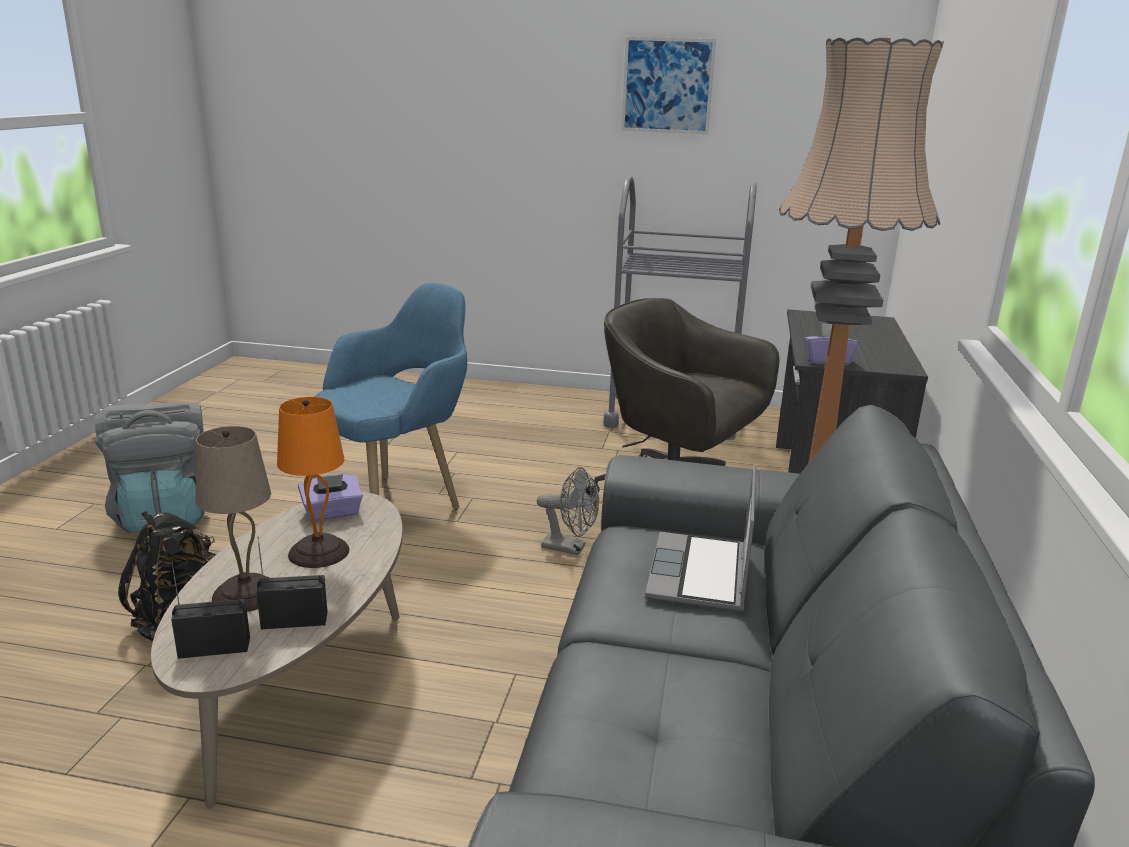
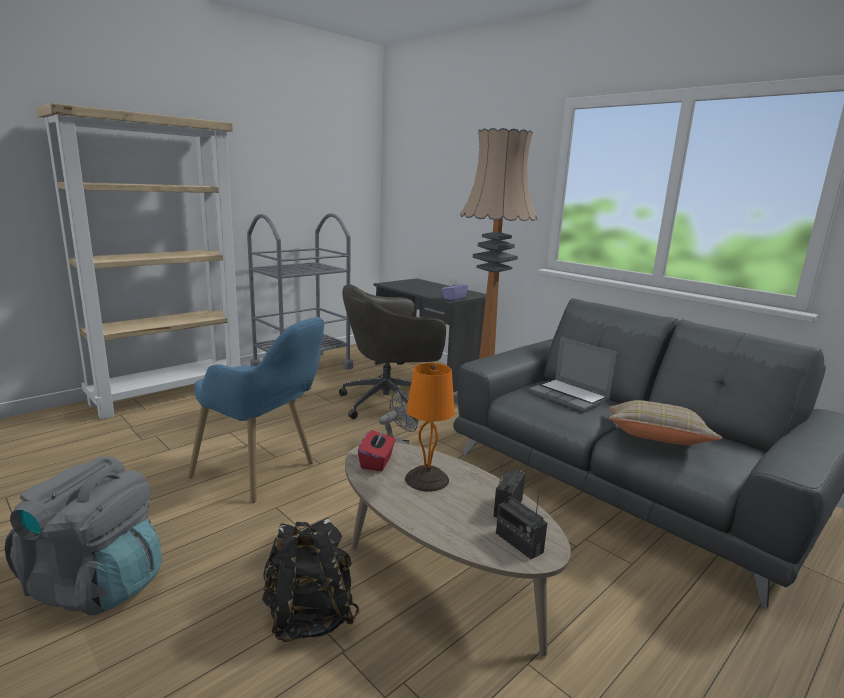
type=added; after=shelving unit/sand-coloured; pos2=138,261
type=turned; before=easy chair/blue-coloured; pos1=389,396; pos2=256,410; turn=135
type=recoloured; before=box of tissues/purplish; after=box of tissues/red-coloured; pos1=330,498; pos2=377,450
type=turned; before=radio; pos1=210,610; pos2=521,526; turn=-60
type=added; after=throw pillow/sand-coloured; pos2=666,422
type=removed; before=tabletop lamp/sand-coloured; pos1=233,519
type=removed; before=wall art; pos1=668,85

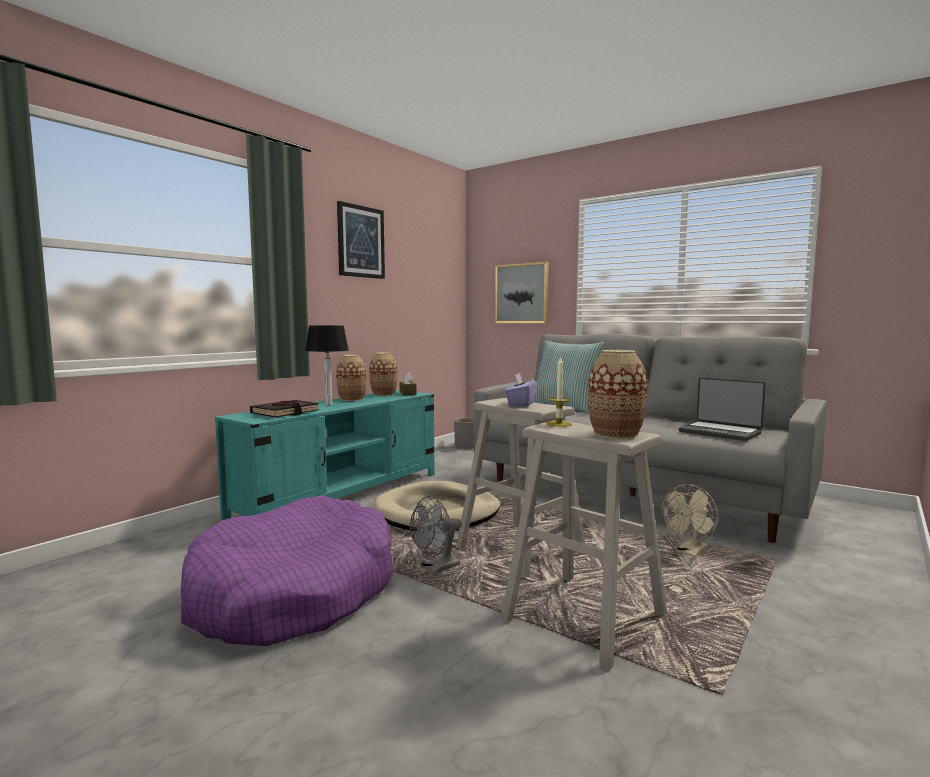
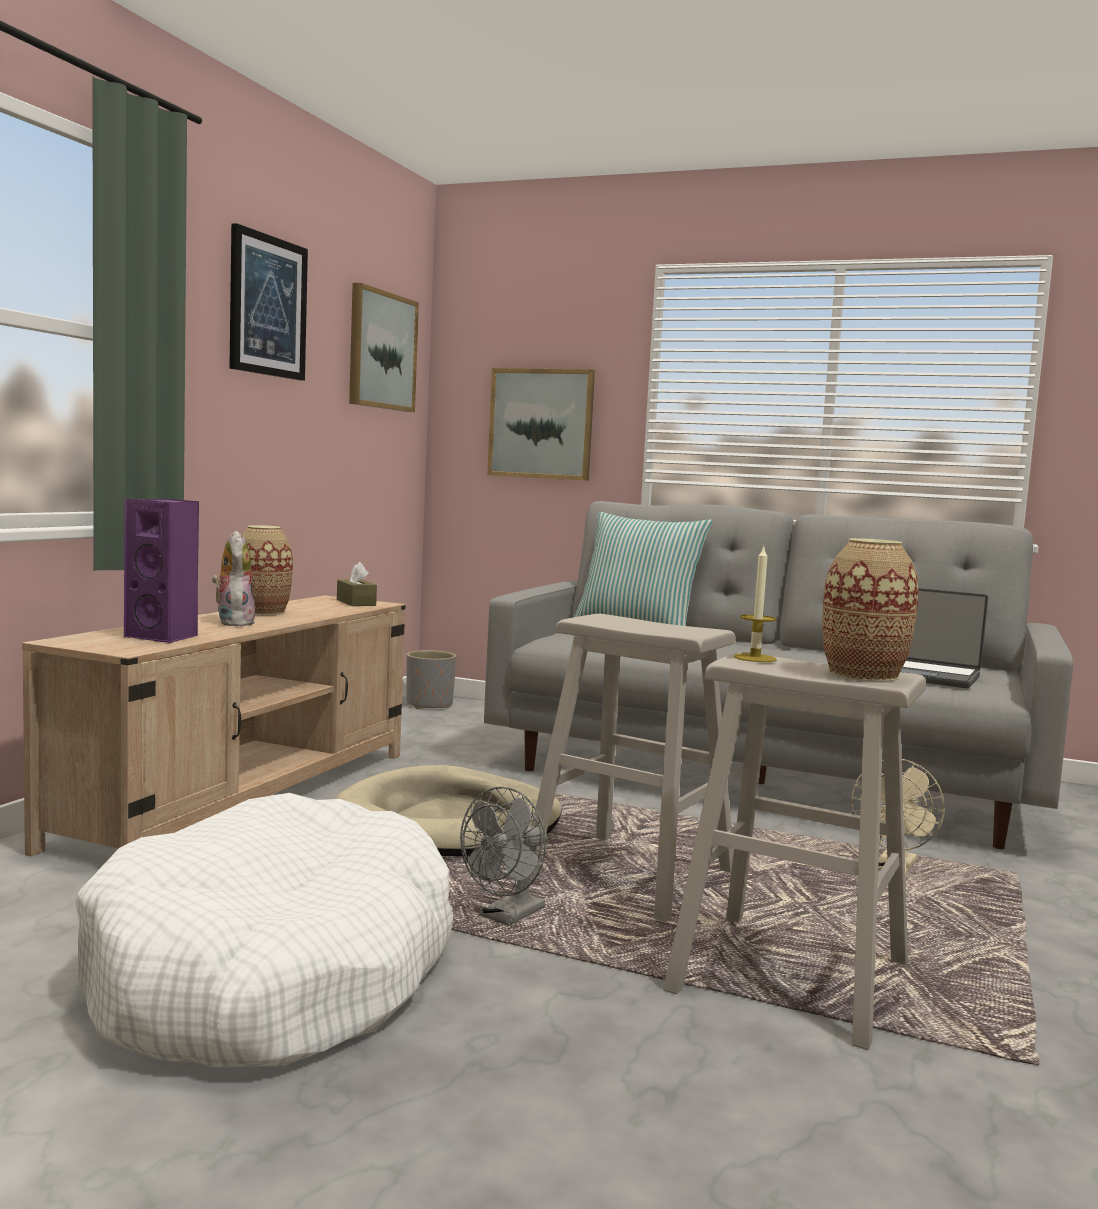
type=recoloured; before=media console/blue-green; after=media console/sand-coloured; pos1=324,455; pos2=214,725
type=recoloured; before=dog cushion/purplish; after=dog cushion/whitish; pos1=287,571; pos2=265,930
type=replaced; before=bound book/blackish; after=speaker/purplish; pos1=284,409; pos2=161,571
type=replaced; before=tabletop lamp; after=soft toy; pos1=327,365; pos2=233,578
type=added; after=wall art; pos2=384,347
type=removed; before=decorative vase; pos1=383,374
type=removed; before=box of tissues/purplish; pos1=521,390

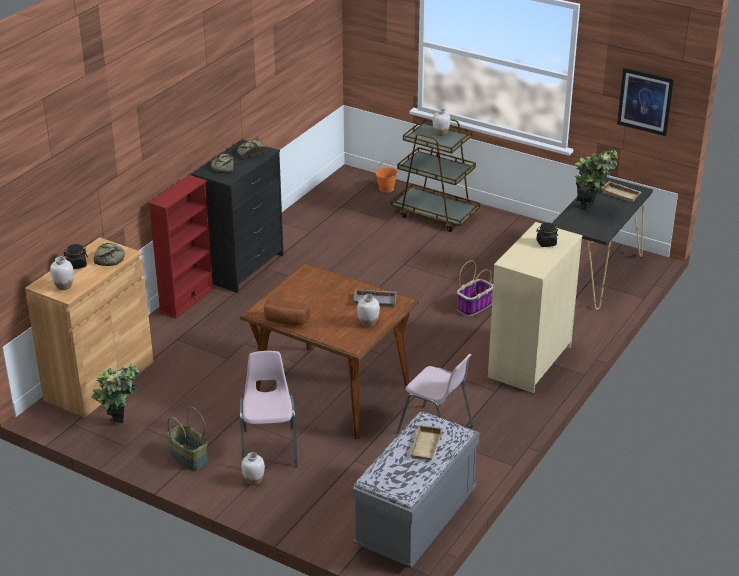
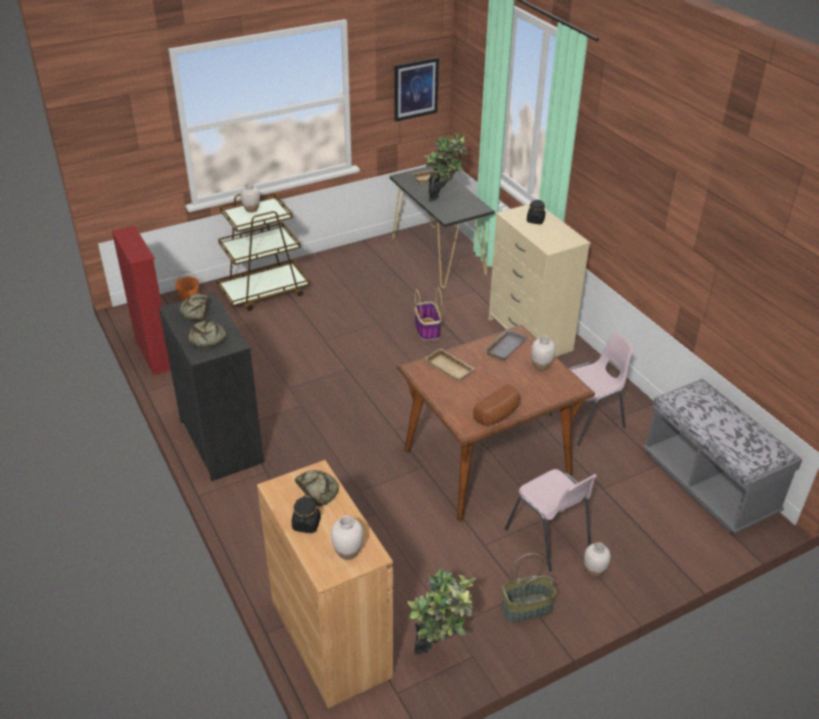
type=moved; before=shelving unit/red-coloured; pos1=181,247; pos2=141,300
type=moved; before=serving tray/sand-coloured; pos1=426,442; pos2=450,365
type=turned; before=upright chair/pink-coloured; pos1=269,409; pos2=551,520; turn=-150

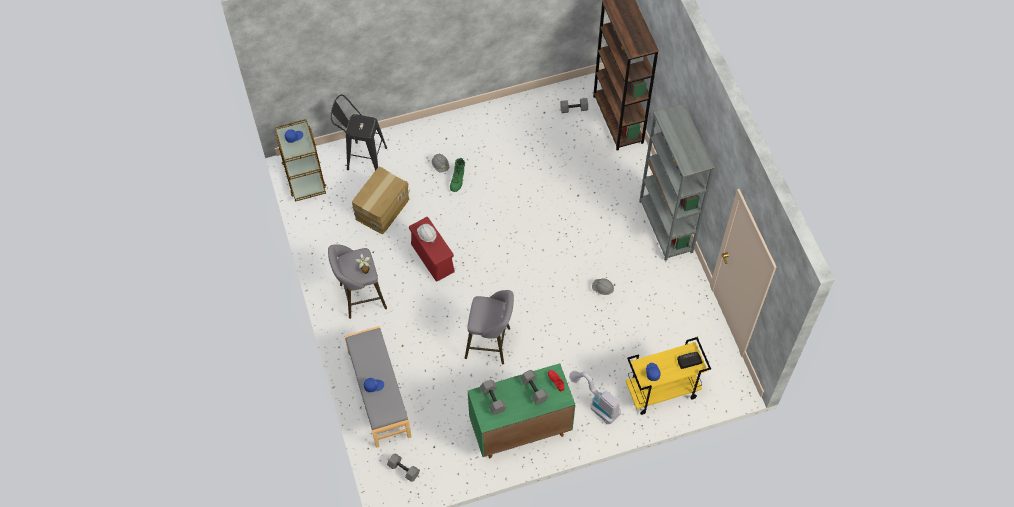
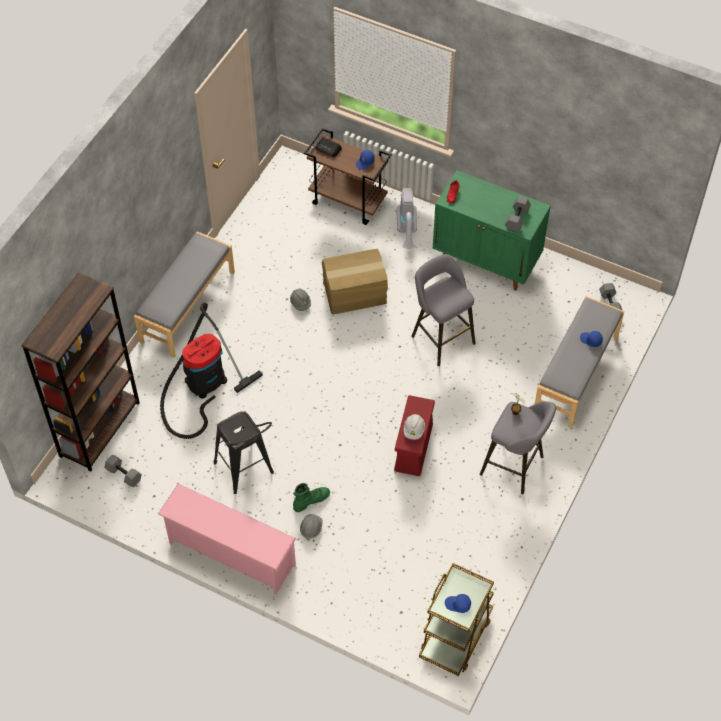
type=replaced; before=shelving unit/gray; after=long seat/gray; pos1=677,182; pos2=184,294
type=added; after=shoe shelf/pink-coloured; pos2=227,539
type=added; after=vacuum; pos2=211,371
type=moved; before=stool seat/blackish; pos1=358,133; pos2=244,452
type=recoloured; before=trolley/yellow; after=trolley/brown-coloured; pos1=668,376; pos2=347,176
type=moved; before=packing box; pos1=380,200; pos2=355,281
type=removed; before=free weight/gray; pos1=534,387

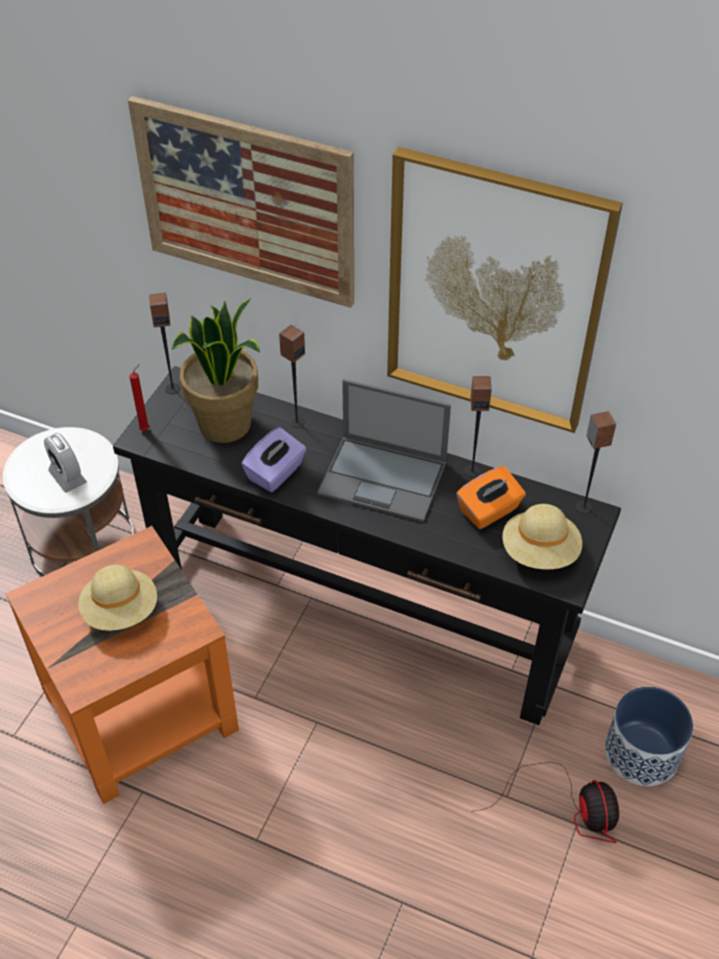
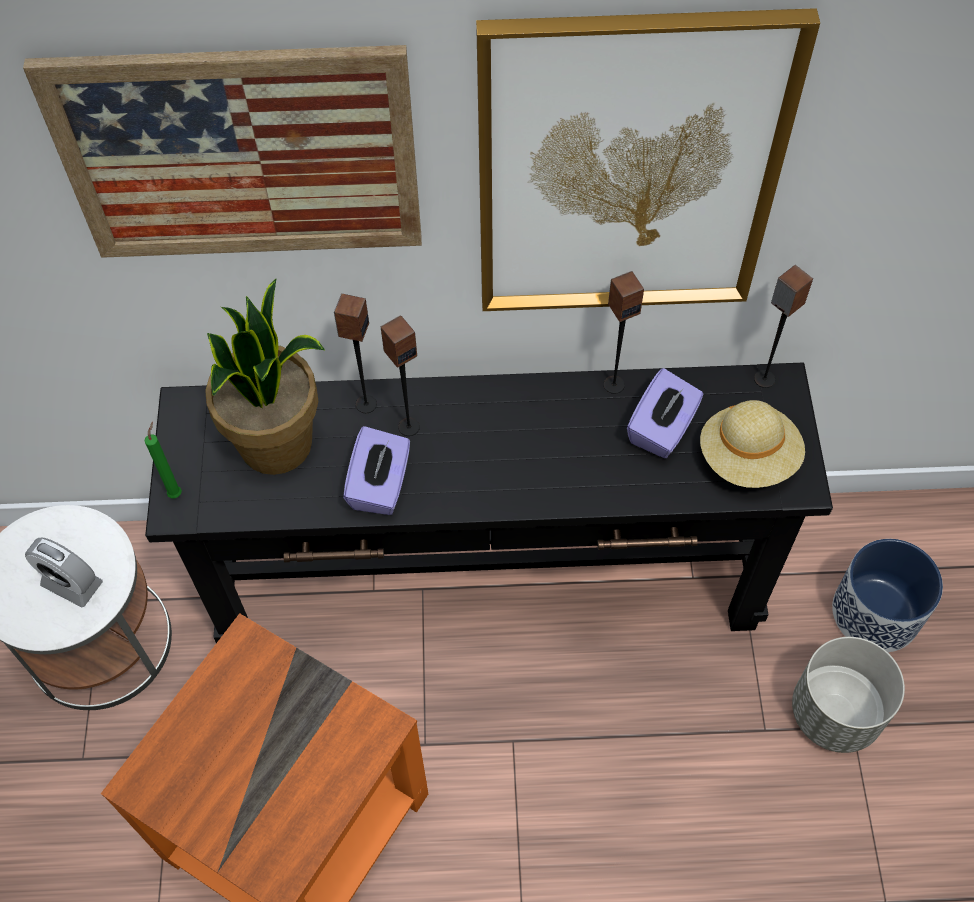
type=recoloured; before=wax candle/red-coloured; after=wax candle/green-coloured; pos1=139,397; pos2=163,460
type=moved; before=speaker; pos1=164,343; pos2=400,375
type=recoloured; before=box of tissues/orange; after=box of tissues/purplish; pos1=491,497; pos2=665,413
type=replaced; before=cooling fan; after=planter/gray; pos1=545,802; pos2=848,695
type=removed; before=wearable hat/sand-coloured; pos1=117,598
type=removed; before=notebook computer; pos1=384,450

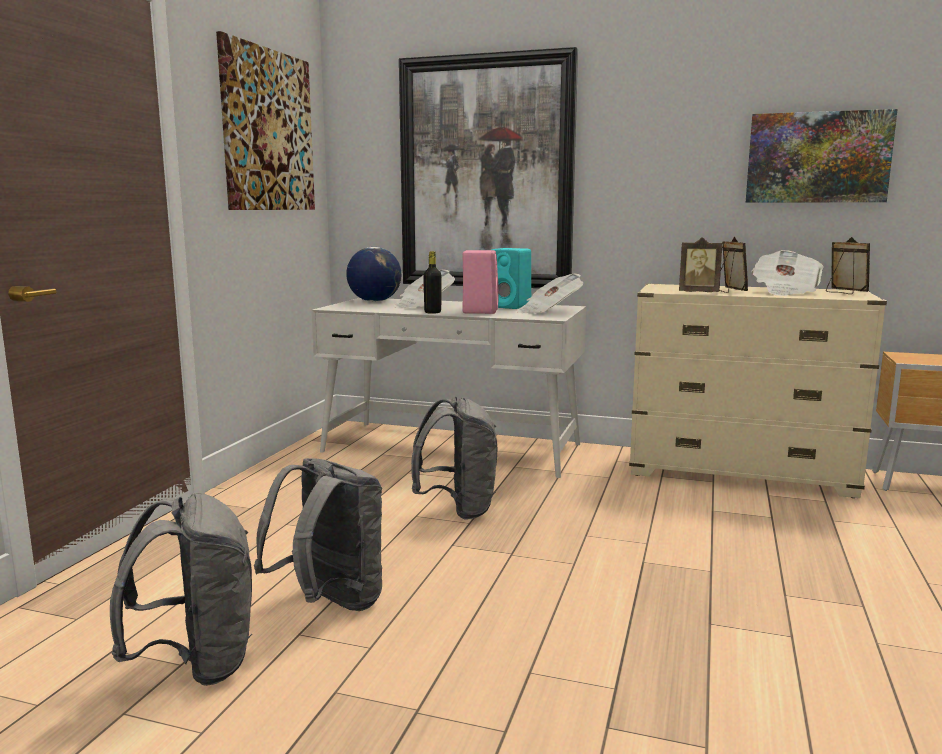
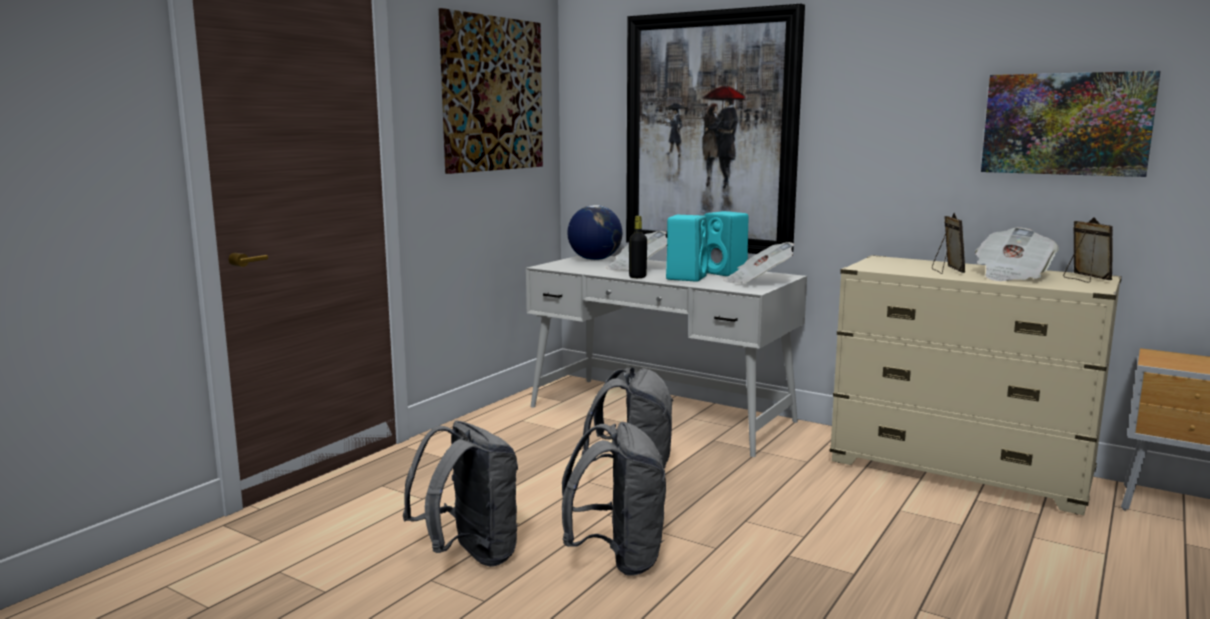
type=moved; before=rucksack/gray; pos1=181,589; pos2=614,499
type=recoloured; before=speaker/pink-coloured; after=speaker/blue-green; pos1=480,282; pos2=687,248
type=removed; before=photo frame; pos1=700,264

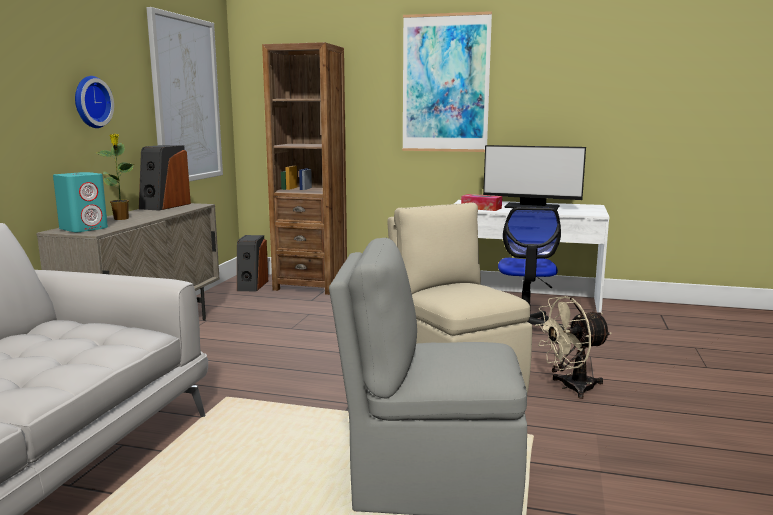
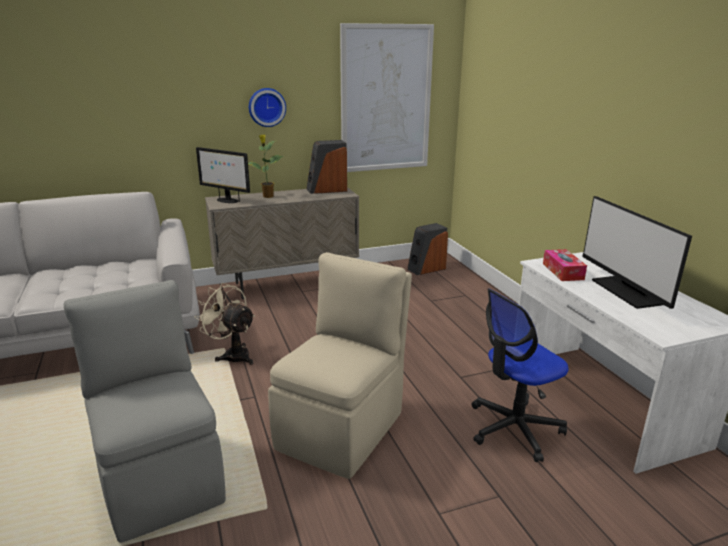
type=moved; before=cooling fan/sand-coloured; pos1=573,347; pos2=224,324
type=replaced; before=speaker/blue-green; after=computer screen; pos1=80,202; pos2=223,175
type=removed; before=shelving unit/brown-coloured; pos1=304,168
type=removed; before=wall art; pos1=447,81

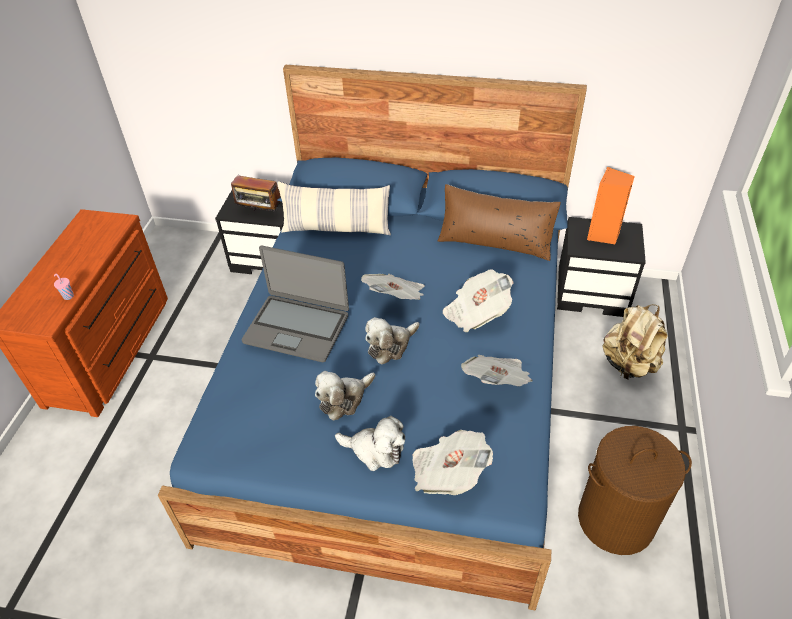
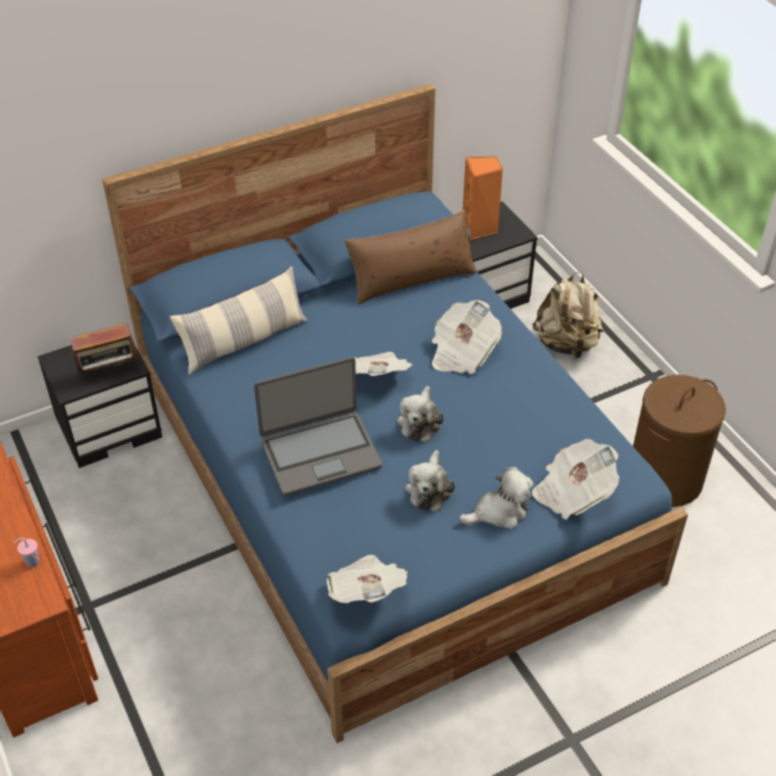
type=moved; before=newspaper; pos1=496,370; pos2=367,579

